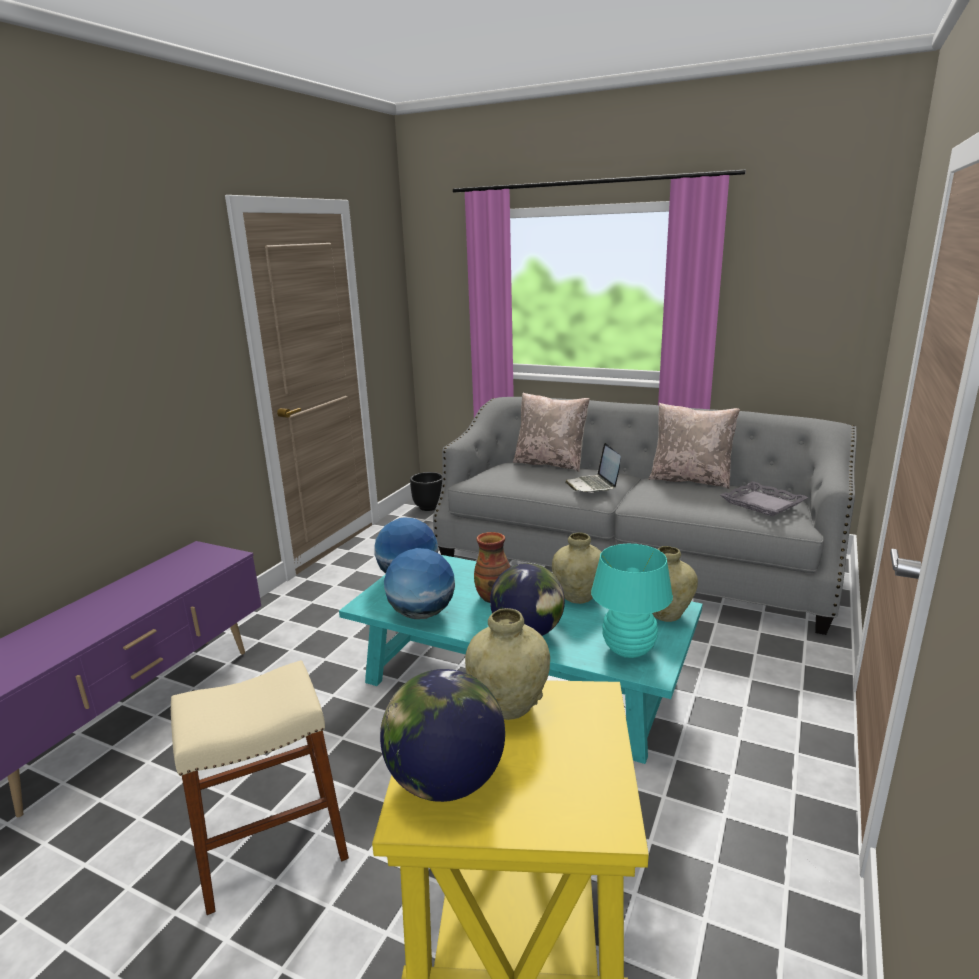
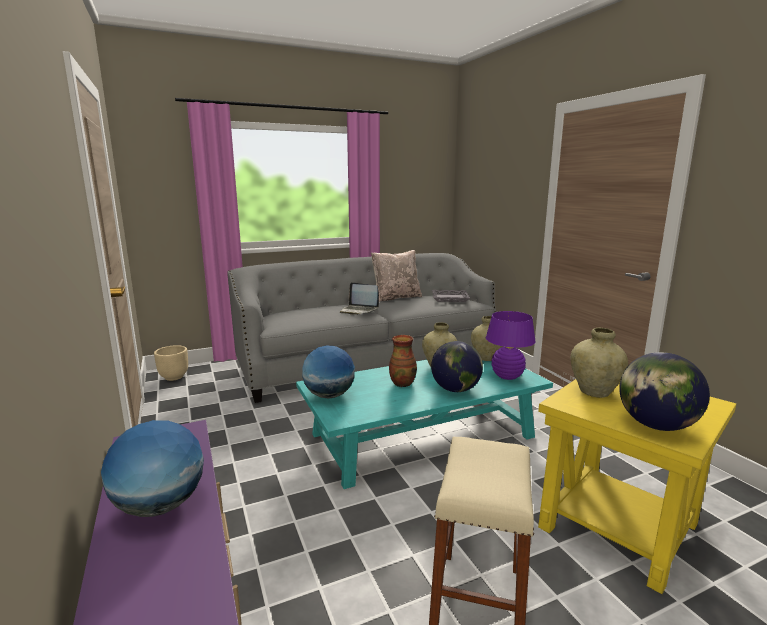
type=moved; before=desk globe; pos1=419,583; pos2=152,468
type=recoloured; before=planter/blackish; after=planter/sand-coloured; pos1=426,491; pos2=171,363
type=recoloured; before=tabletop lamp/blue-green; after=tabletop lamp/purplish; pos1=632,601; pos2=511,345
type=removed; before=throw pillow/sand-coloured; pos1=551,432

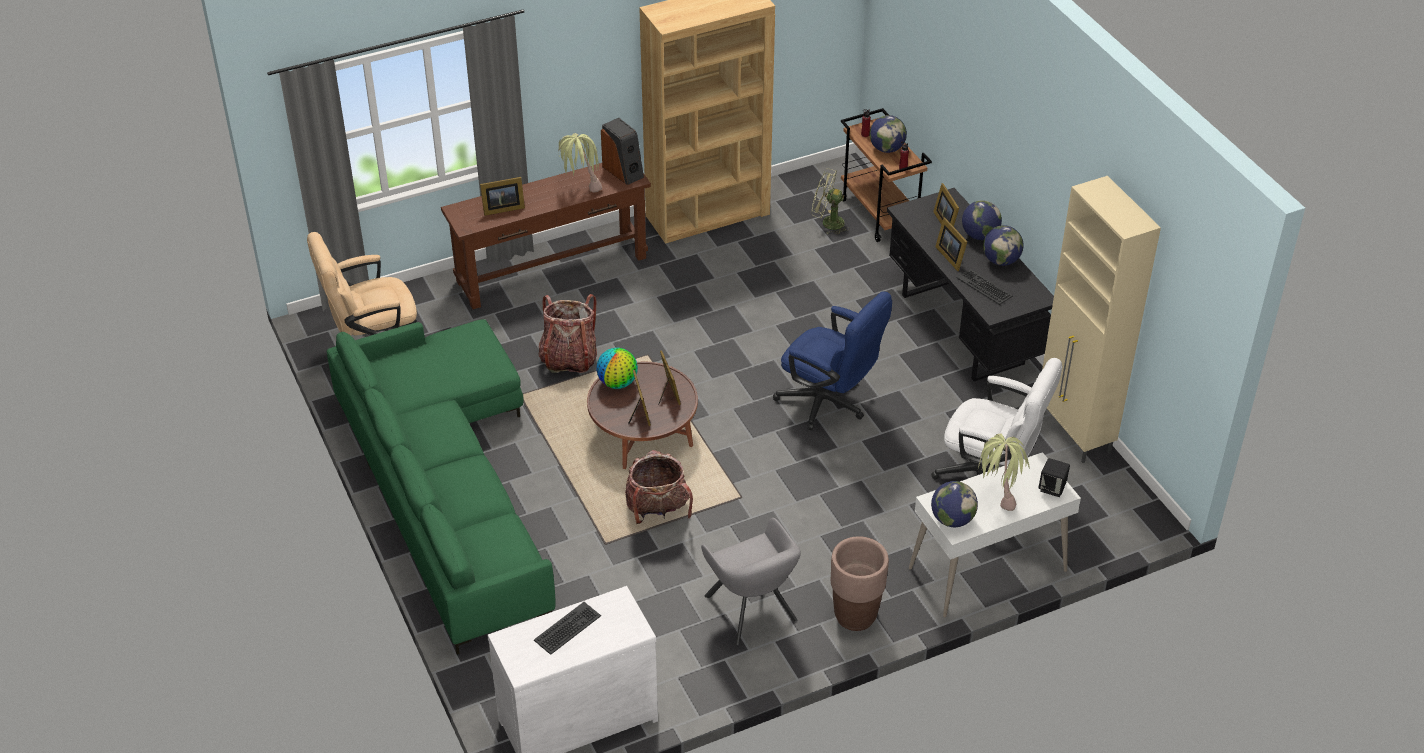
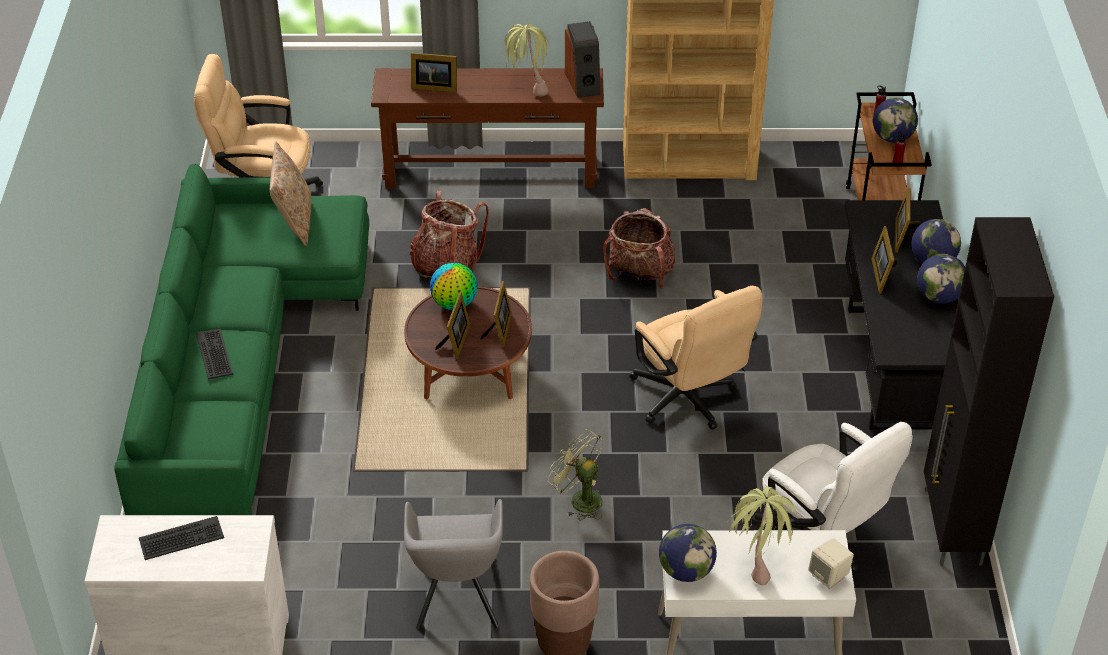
type=moved; before=keyboard; pos1=985,287; pos2=214,354
type=added; after=throw pillow/sand-coloured; pos2=290,193
type=moved; before=cooling fan/green-coloured; pos1=831,201; pos2=576,475
type=moved; before=rucksack; pos1=659,487; pos2=639,248
type=recoloured; before=desk chair/blue-coloured; after=desk chair/sand-coloured; pos1=832,360; pos2=696,358
type=recoloured; before=speaker/blackish; after=speaker/sand-coloured; pos1=1054,477; pos2=831,564
type=recoloured; before=cupboard/sand-coloured; after=cupboard/blackish; pos1=1101,319; pos2=989,391

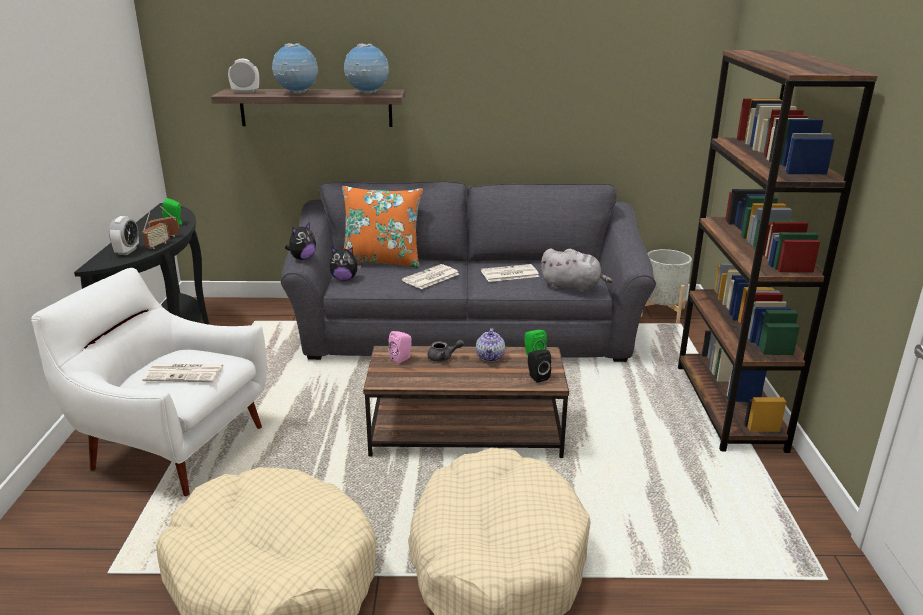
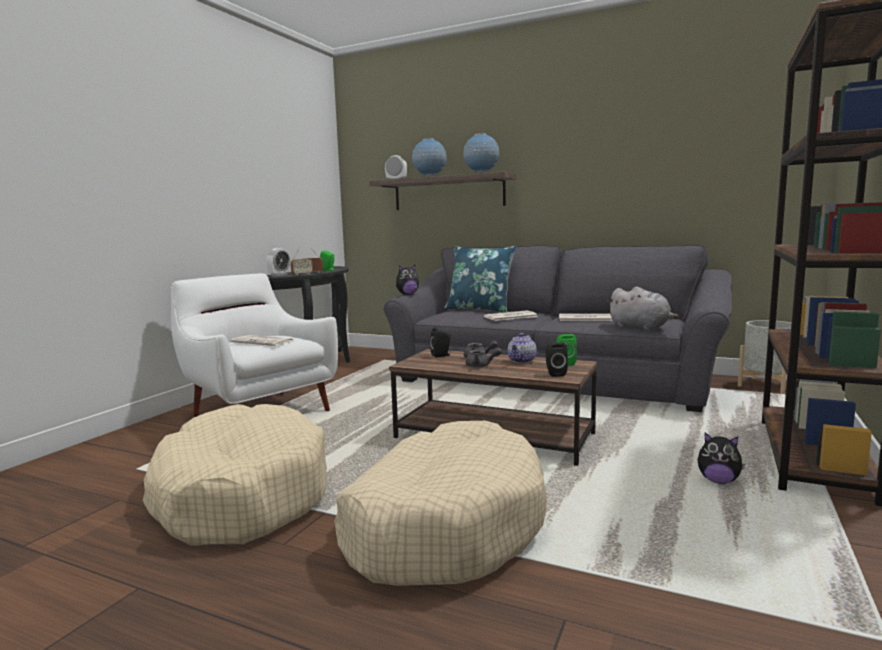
type=recoloured; before=speaker/pink-coloured; after=speaker/blackish; pos1=400,347; pos2=440,342
type=recoloured; before=throw pillow/orange; after=throw pillow/blue-coloured; pos1=382,227; pos2=480,279
type=added; after=pot for tea/gray; pos2=484,357
type=moved; before=soft toy; pos1=345,264; pos2=721,458

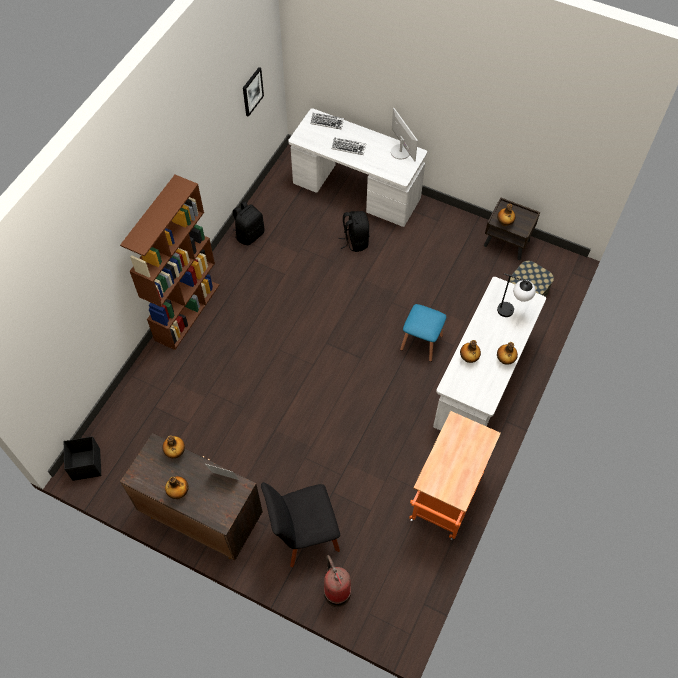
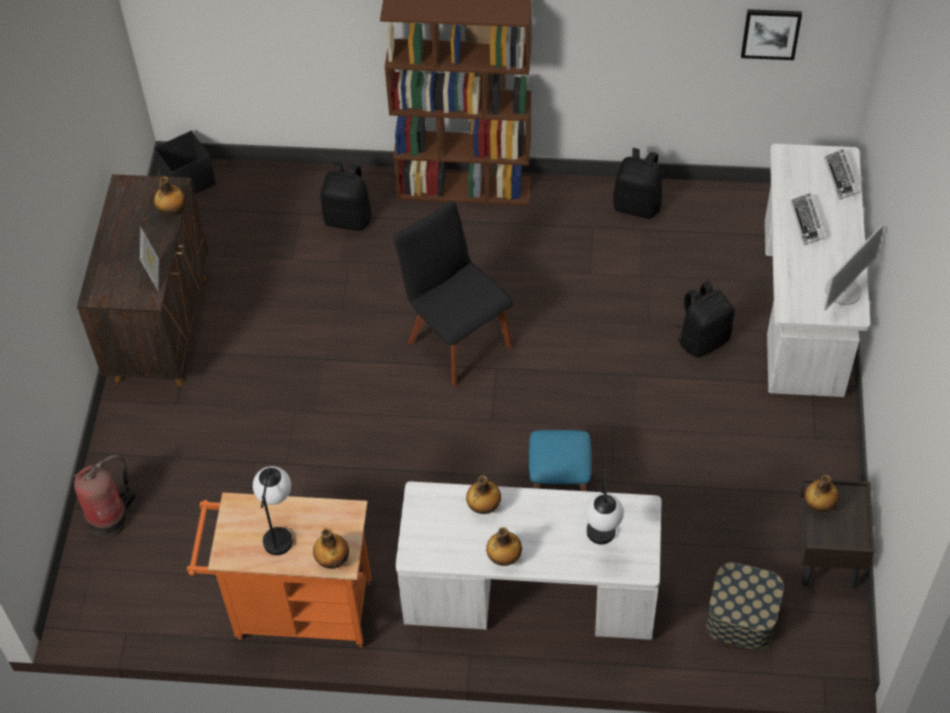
type=added; after=tabletop lamp; pos2=273,510
type=moved; before=beverage bottle; pos1=177,487; pos2=331,548
type=added; after=rucksack/blackish; pos2=346,196
type=moved; before=upright chair/blackish; pos1=300,525; pos2=453,293

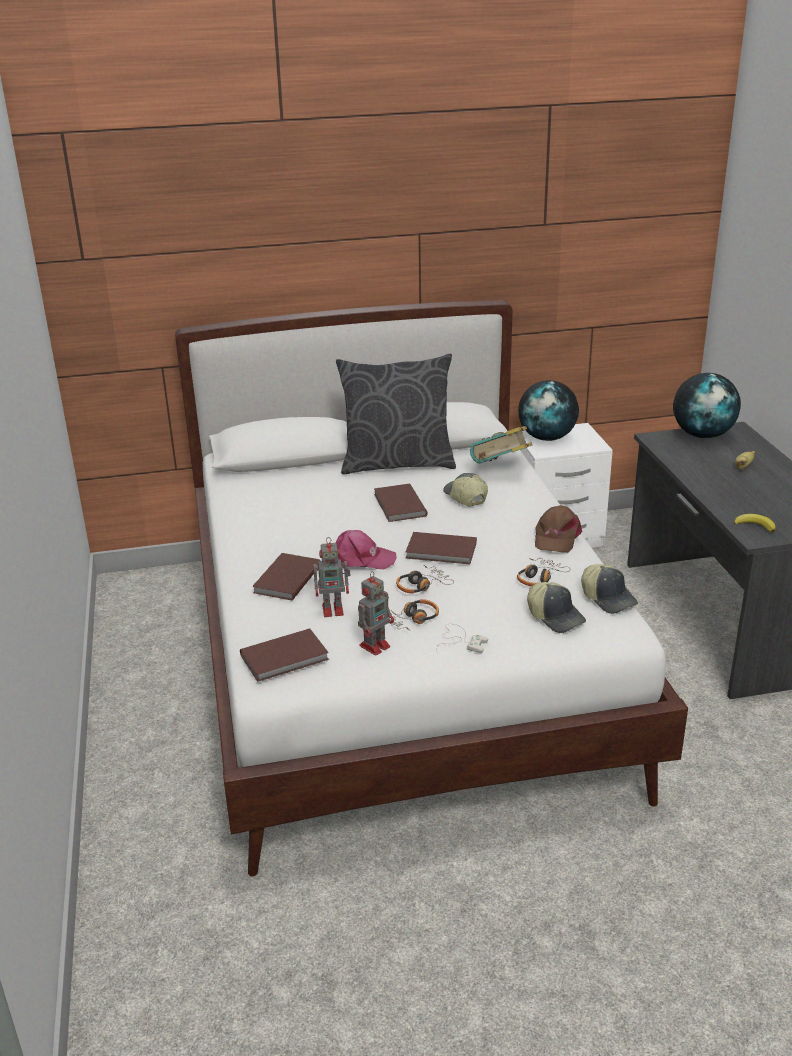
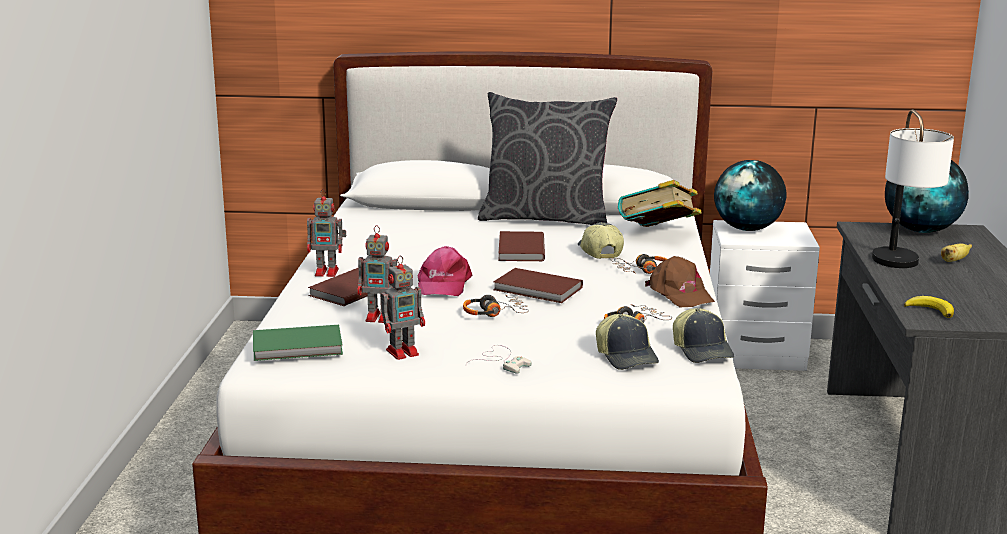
type=recoloured; before=bound book/brown-coloured; after=bound book/green-coloured; pos1=284,655; pos2=298,343
type=added; after=model robot; pos2=326,233
type=turned; before=peaked cap/pink-coloured; pos1=366,549; pos2=445,271; turn=75
type=moved; before=headset; pos1=414,615; pos2=639,264
type=turned; before=peaked cap/brown-coloured; pos1=558,529; pos2=680,281; turn=-60
type=added; after=tabletop lamp; pos2=913,188

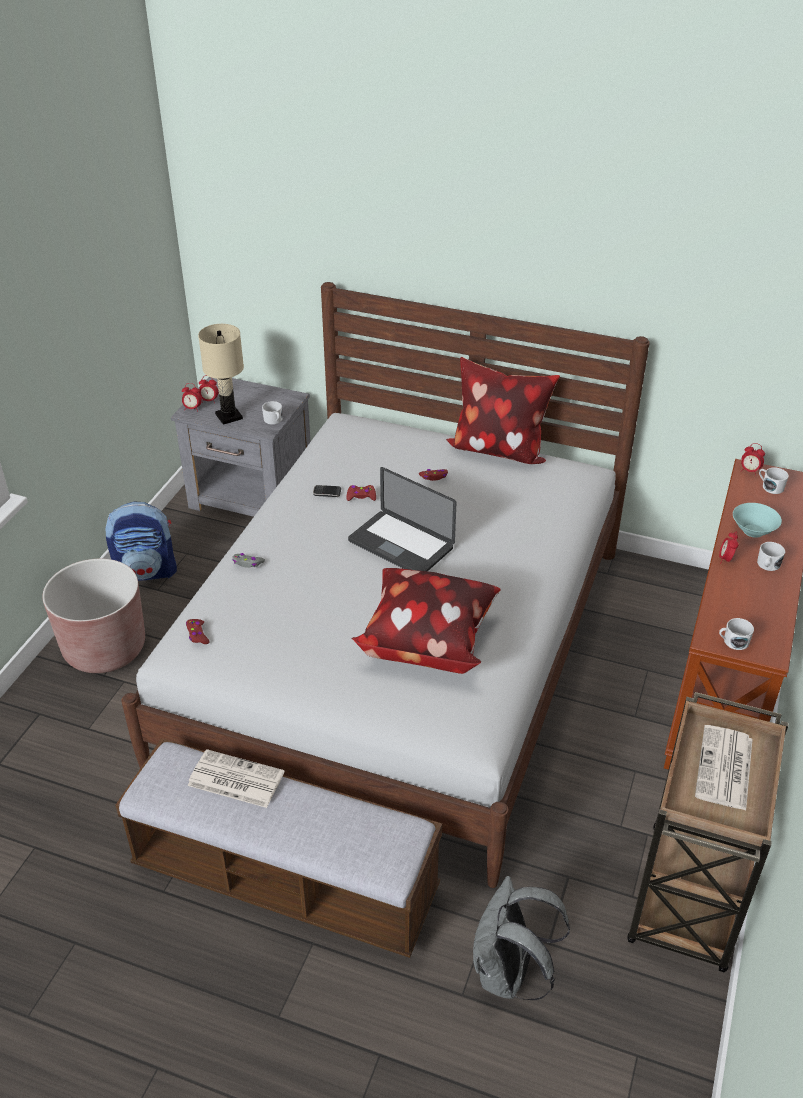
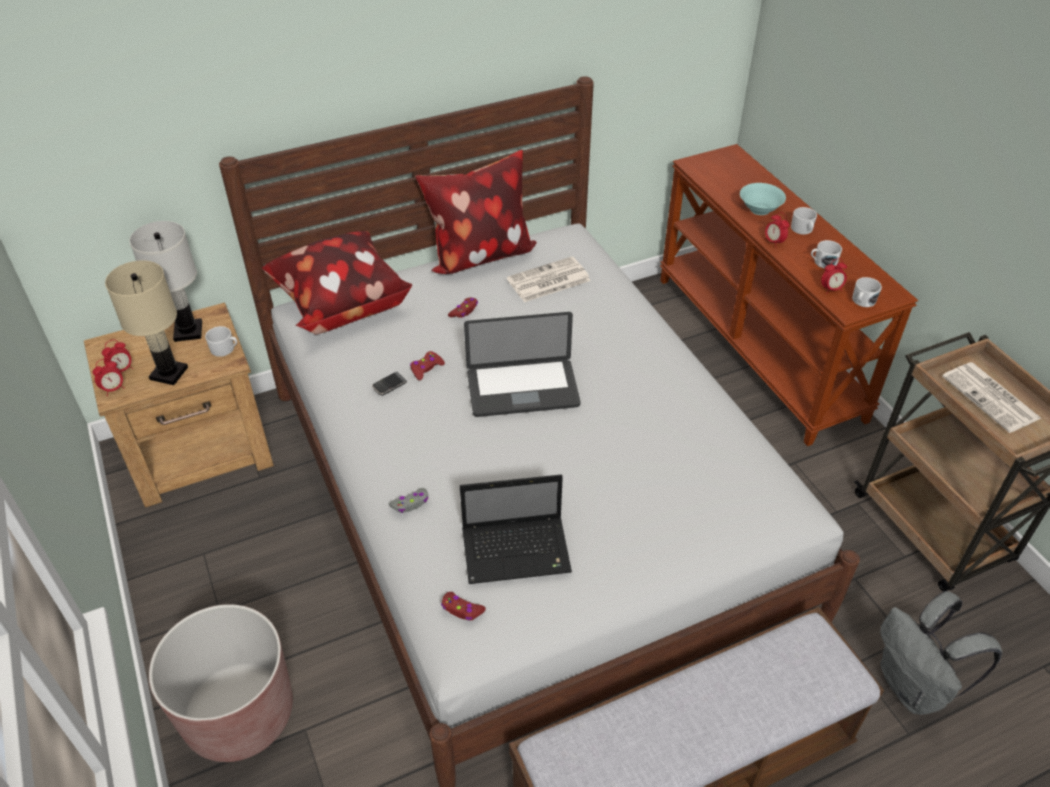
type=recoloured; before=night table/gray; after=night table/brown-coloured; pos1=241,447; pos2=179,405
type=added; after=tabletop lamp/whitish; pos2=165,281
type=moved; before=throw pillow; pos1=426,621; pos2=337,282
type=added; after=notebook computer; pos2=516,529
type=moved; before=newspaper; pos1=236,778; pos2=549,279
type=moved; before=mug/whitish; pos1=774,480; pos2=826,254
type=moved; before=table clock; pos1=753,459; pos2=834,276
type=removed; before=rucksack; pos1=141,541

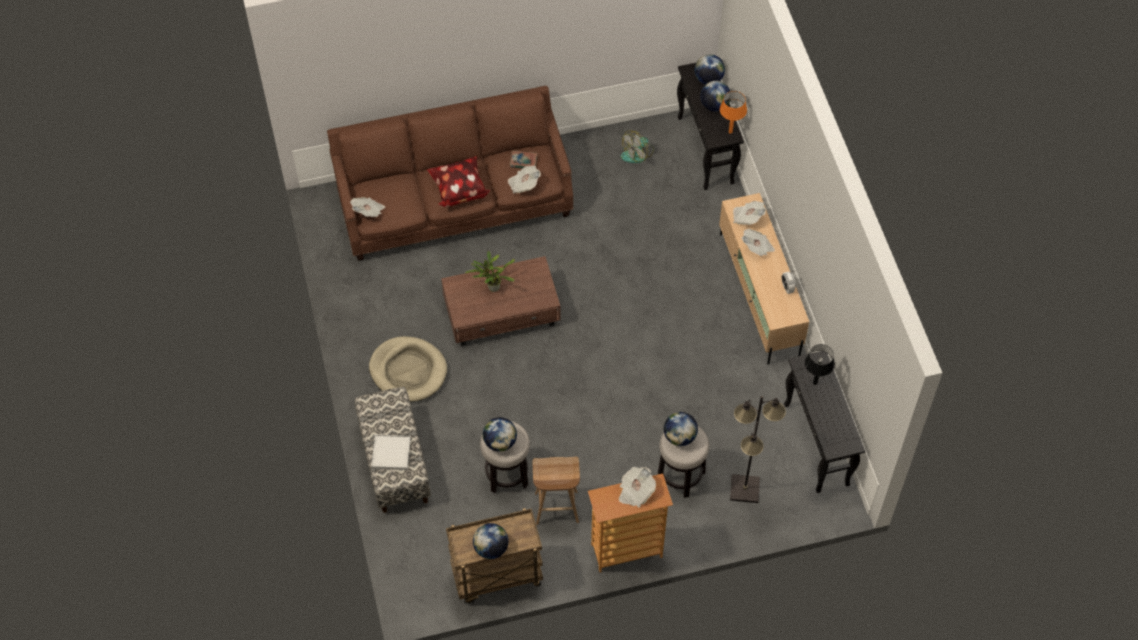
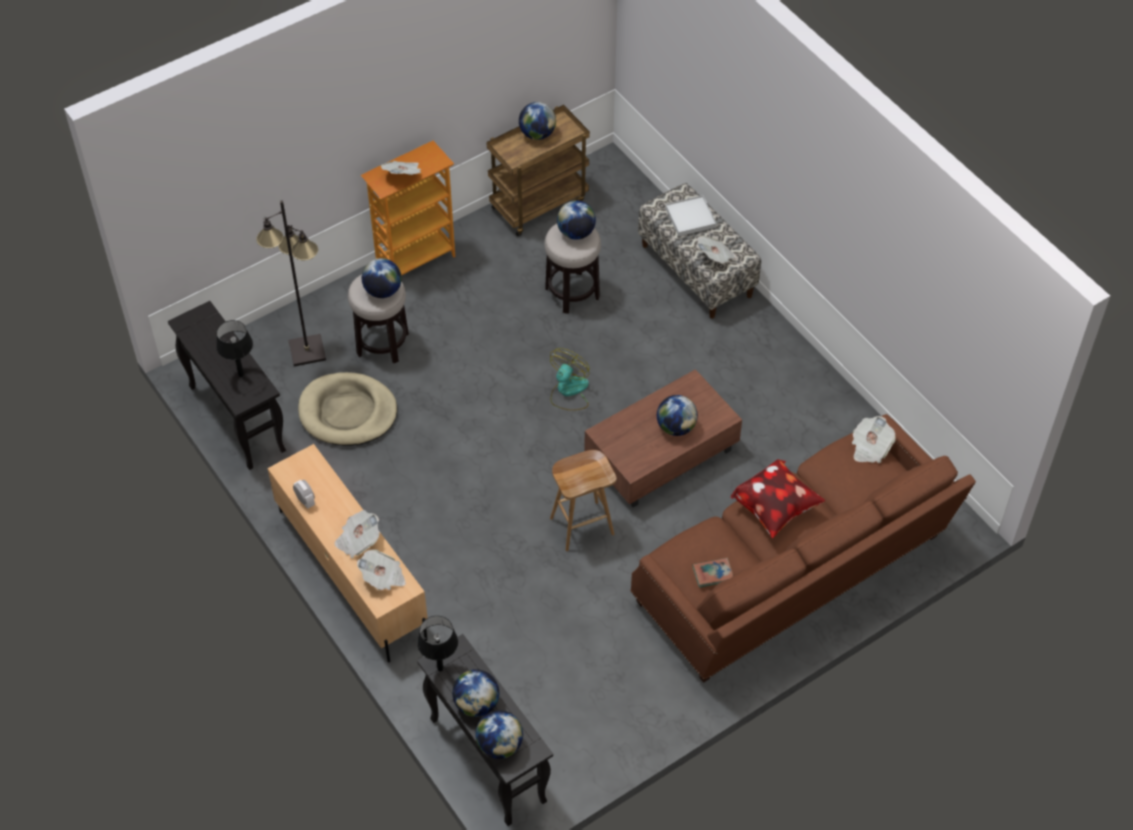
type=moved; before=dog cushion/sand-coloured; pos1=408,369; pos2=347,409
type=recoloured; before=tabletop lamp/orange; after=tabletop lamp/blackish; pos1=733,112; pos2=437,644
type=moved; before=cooling fan; pos1=637,147; pos2=569,379
type=moved; before=stool seat/brown-coloured; pos1=556,490; pos2=583,500
type=replaced; before=potted plant; after=desk globe; pos1=490,271; pos2=677,415
type=moved; before=newspaper; pos1=524,179; pos2=716,249

